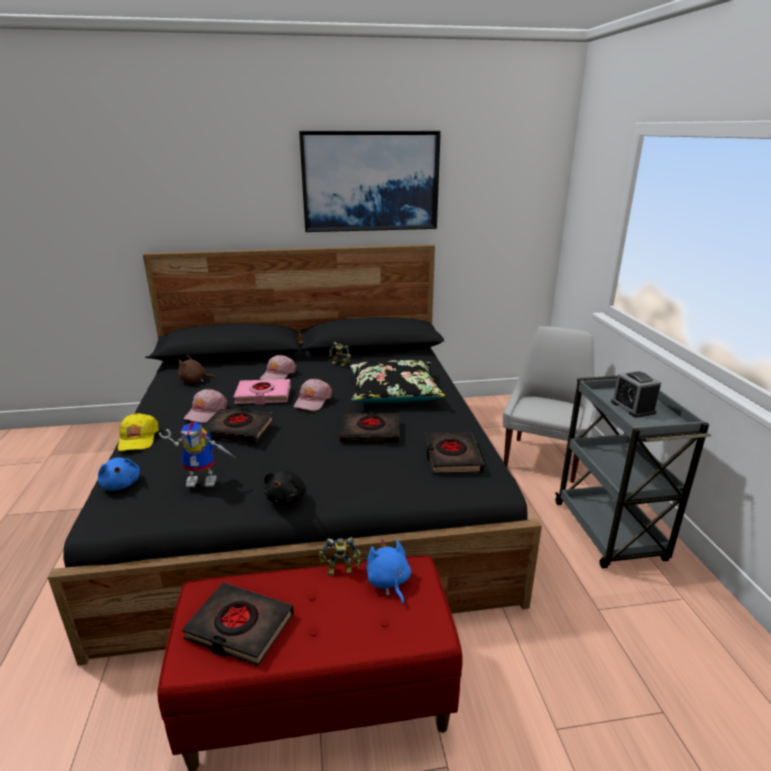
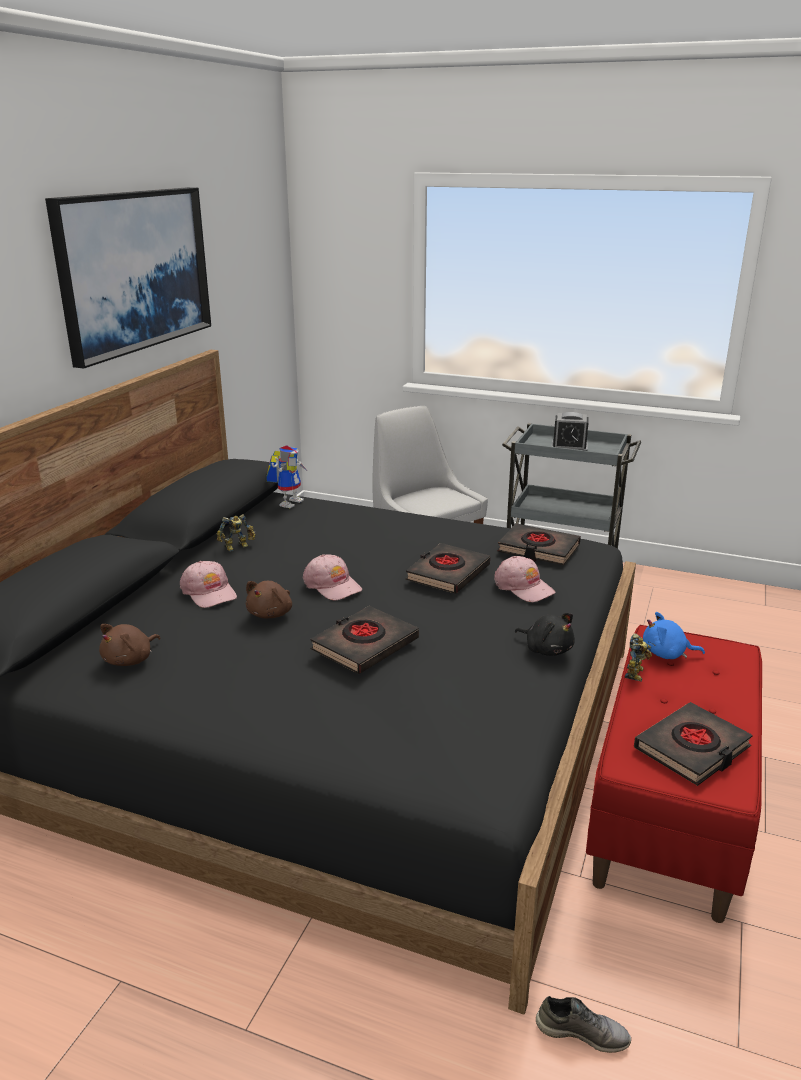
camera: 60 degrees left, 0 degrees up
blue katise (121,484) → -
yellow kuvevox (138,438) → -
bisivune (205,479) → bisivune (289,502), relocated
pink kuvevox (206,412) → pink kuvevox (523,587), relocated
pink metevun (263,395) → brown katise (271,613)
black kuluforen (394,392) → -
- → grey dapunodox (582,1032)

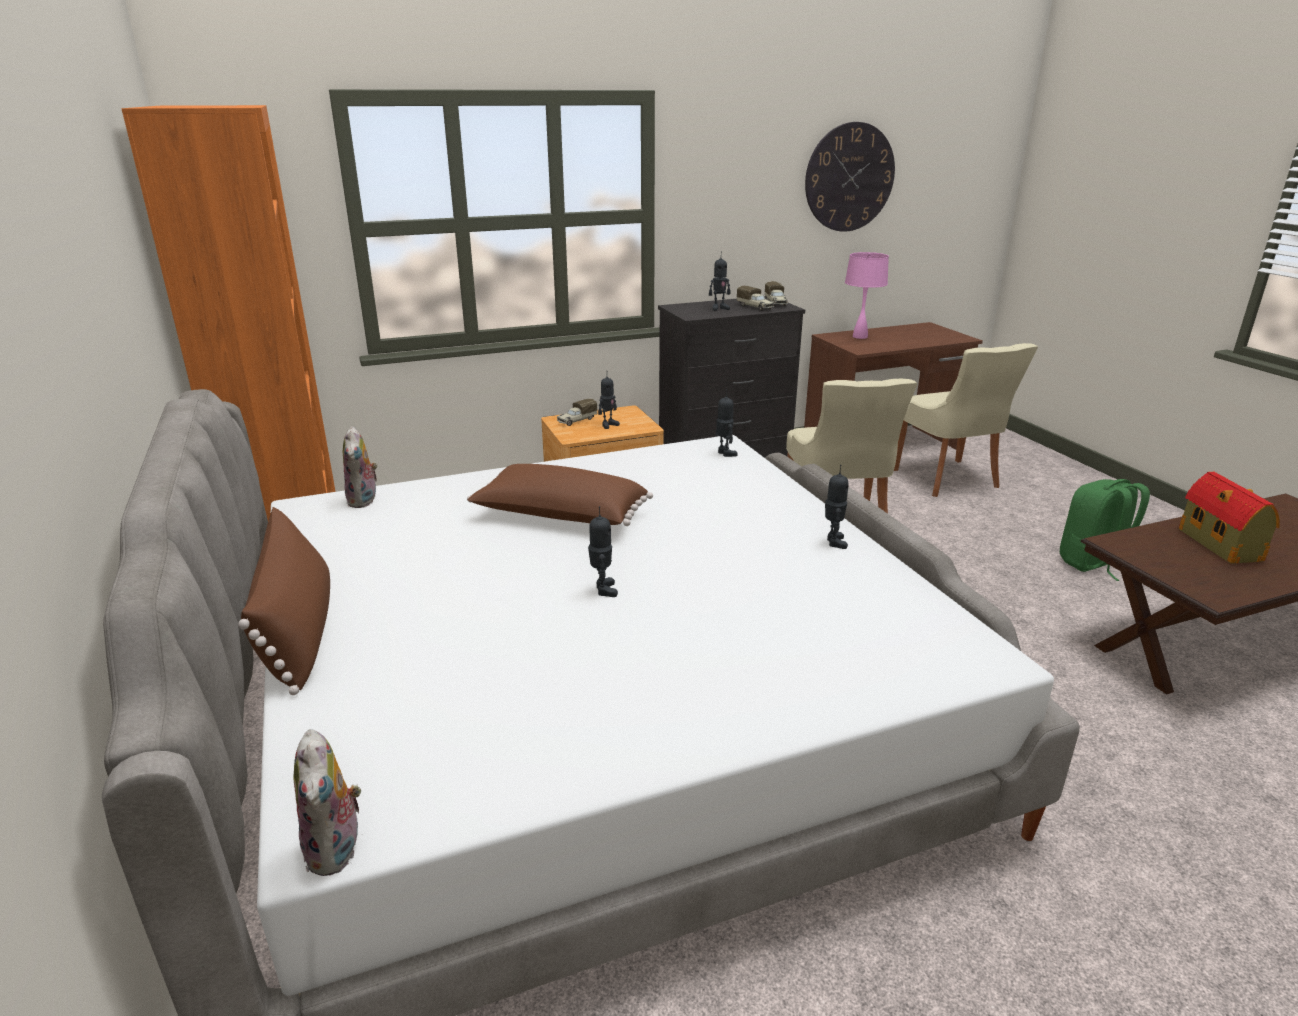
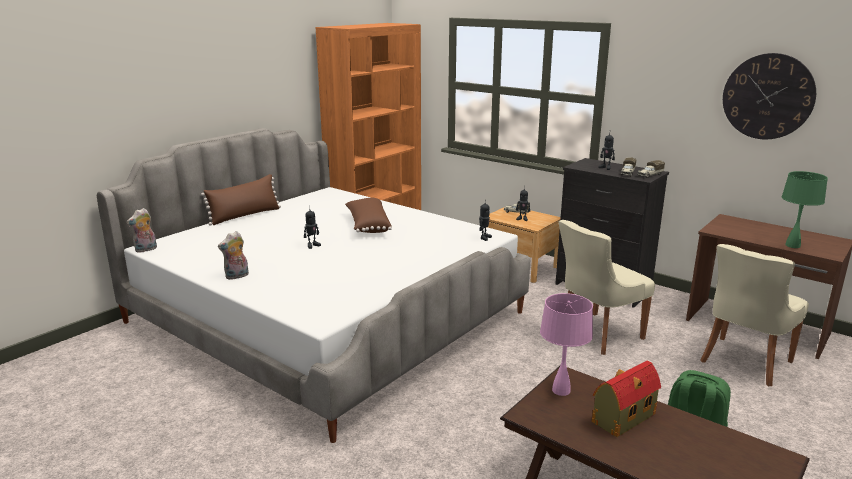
camera: 60 degrees right, 5 degrees down
katise (364,500) → katise (237,276), relocated
bisivune (833,542) → -
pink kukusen (860,336) → pink kukusen (561,390), relocated
- → green kukusen (792,245)

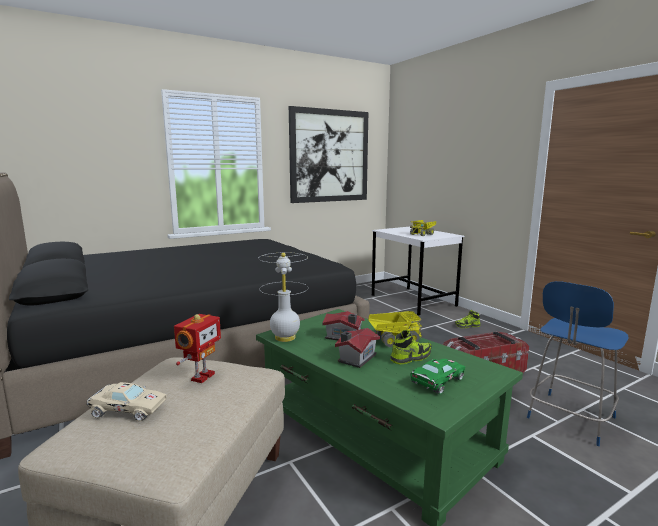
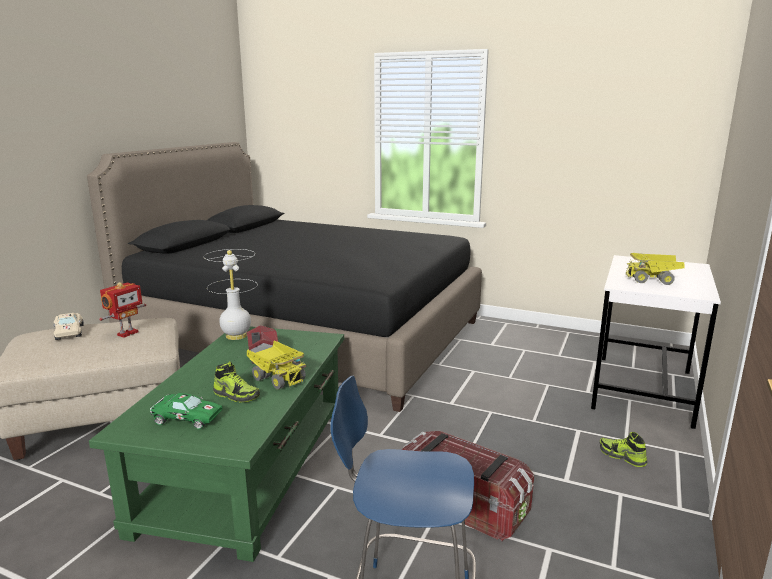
camera: 55 degrees right, 5 degrees up
bisivune (201,377) → bisivune (127,333), 45 degrees counterclockwise
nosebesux (329,156) → -
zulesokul (356,358) → -

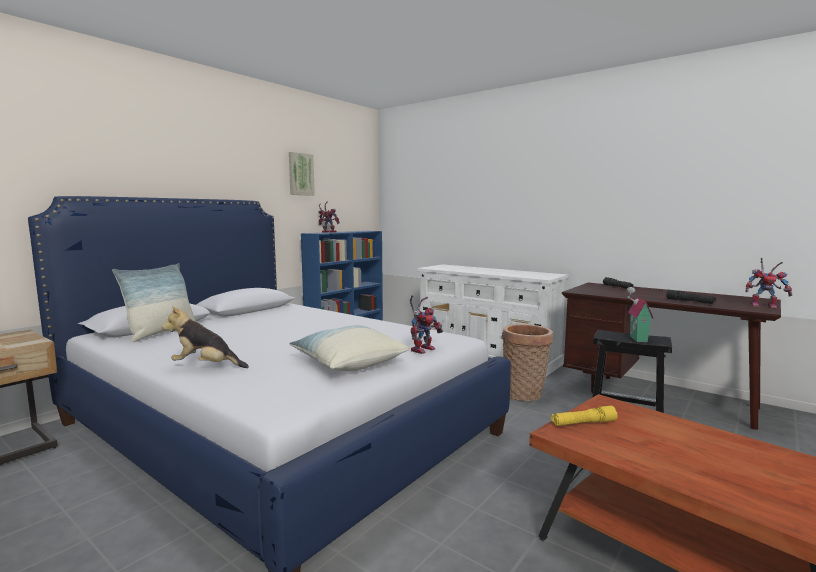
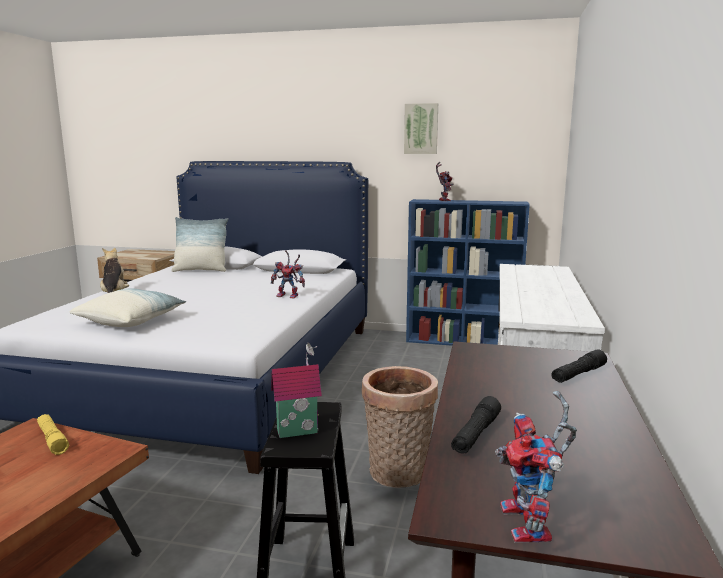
camera: 65 degrees right, 5 degrees up
bisivune (422,349) → bisivune (290,296), relocated

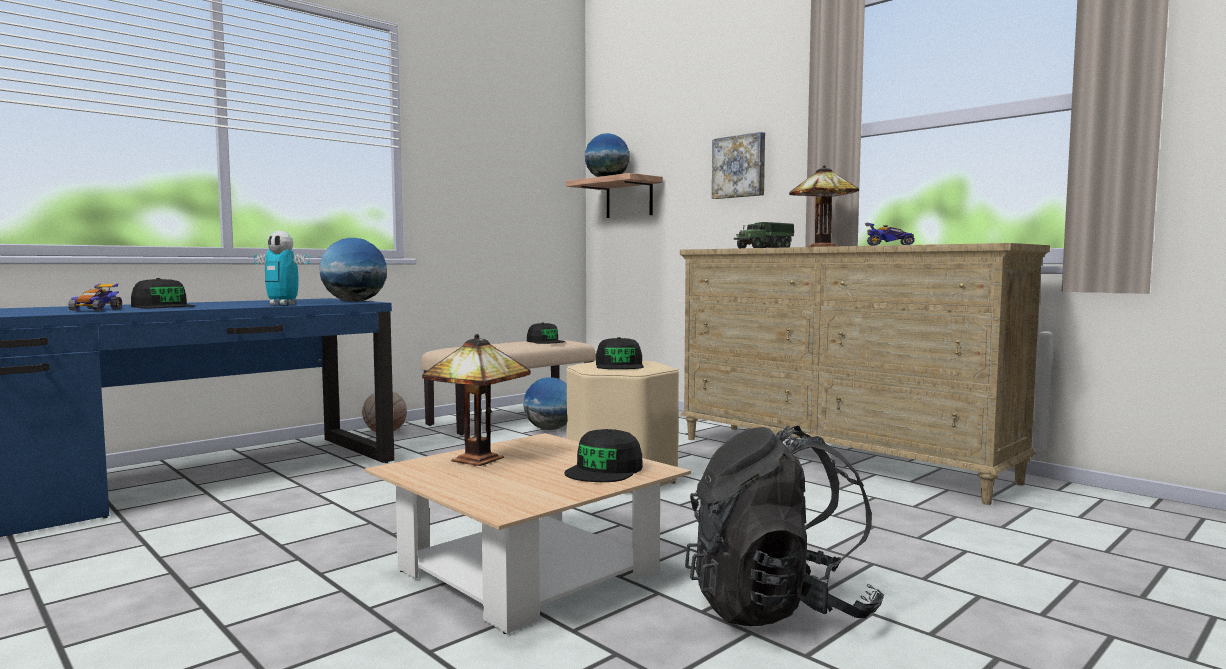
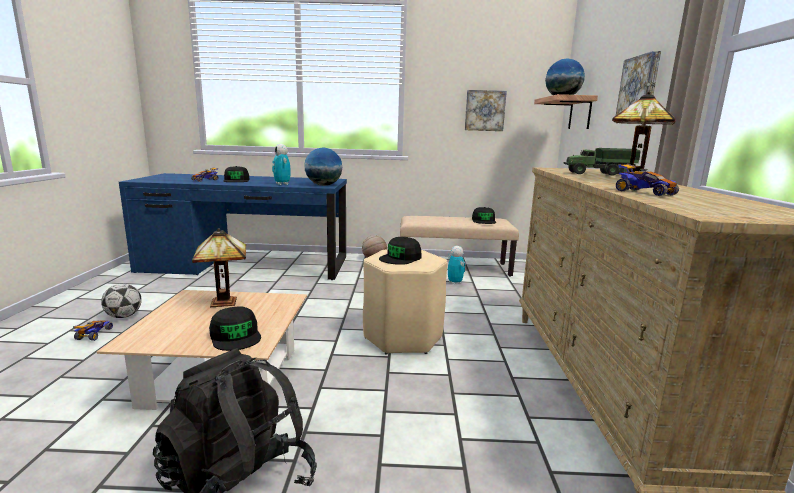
camera: 45 degrees right, 10 degrees up
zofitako (550,429) → bisivune (455,283)
black kuvevox (605,470) → black kuvevox (236,336), 105 degrees counterclockwise
- → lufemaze (94,335)
- → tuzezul (124,316)
- → nosebesux (484,110)

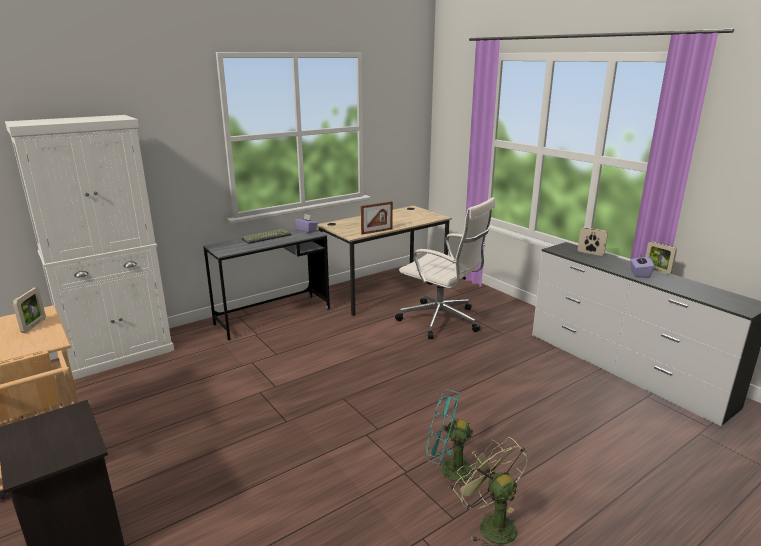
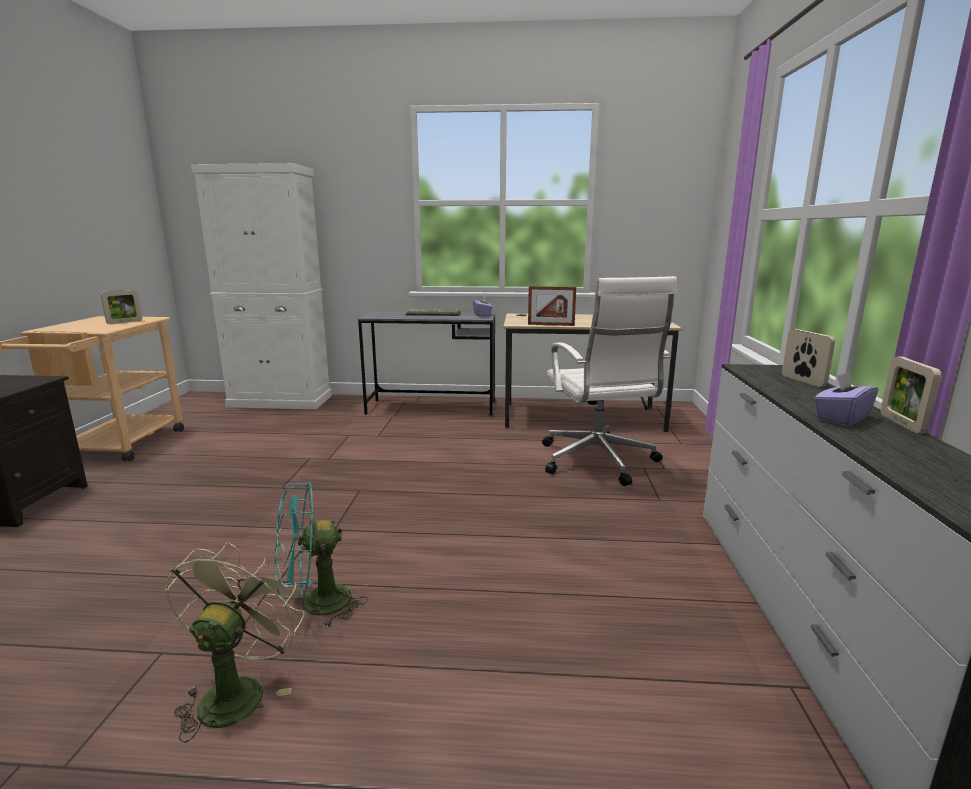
camera: 40 degrees right, 5 degrees down
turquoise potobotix (448,470) → turquoise potobotix (315,605), 75 degrees counterclockwise

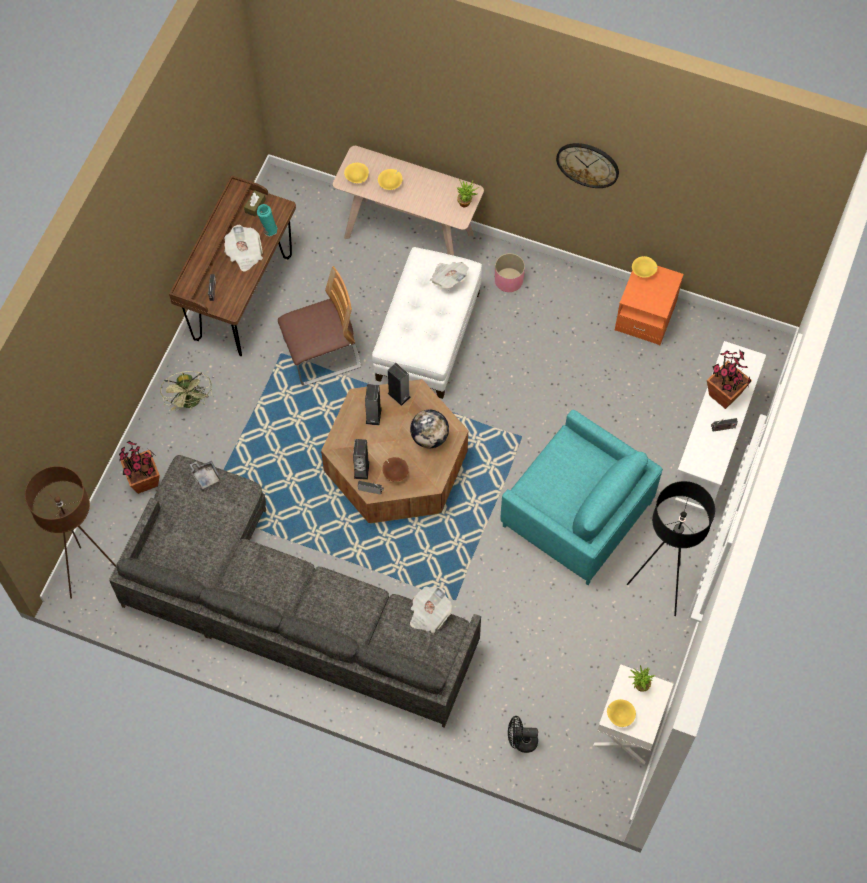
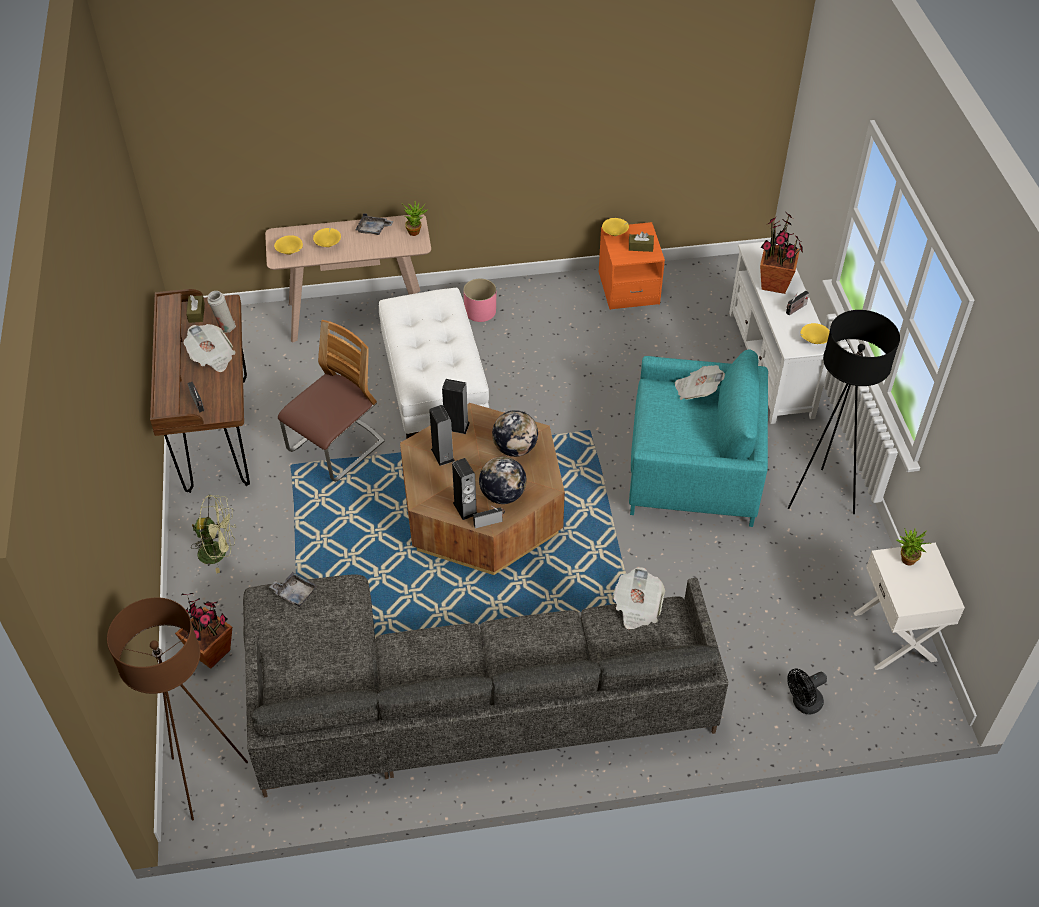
camera: 30 degrees left, 15 degrees down
green potobotix (191,403) → green potobotix (219,552), 45 degrees counterclockwise
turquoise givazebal (268,229) → white givazebal (225,327)
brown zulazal (395,472) → zofitako (502,495)
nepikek (448,279) → nepikek (697,391), relocated
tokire (588,164) → -
yellow zulazal (619,715) → yellow zulazal (813,341), relocated
- → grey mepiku (373,229)
- → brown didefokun (640,247)

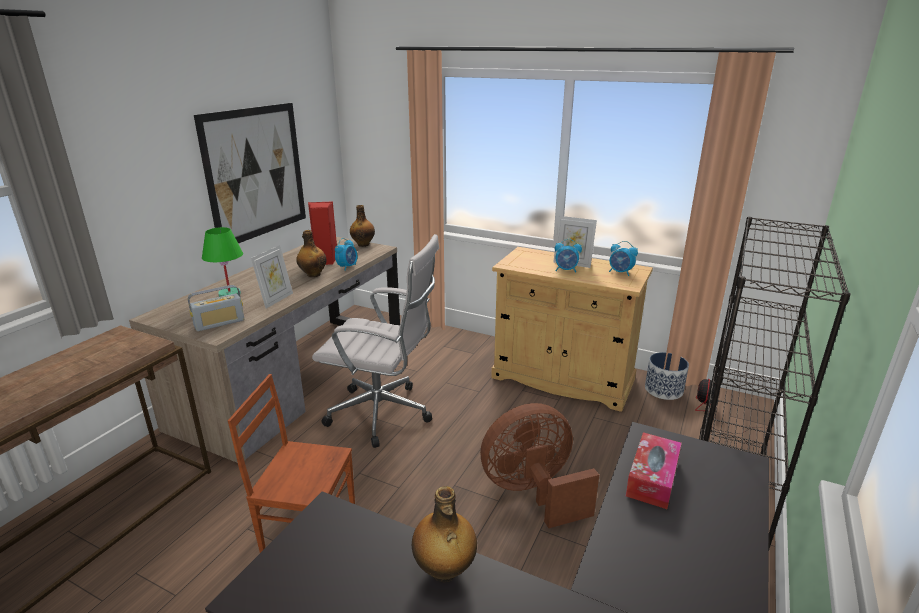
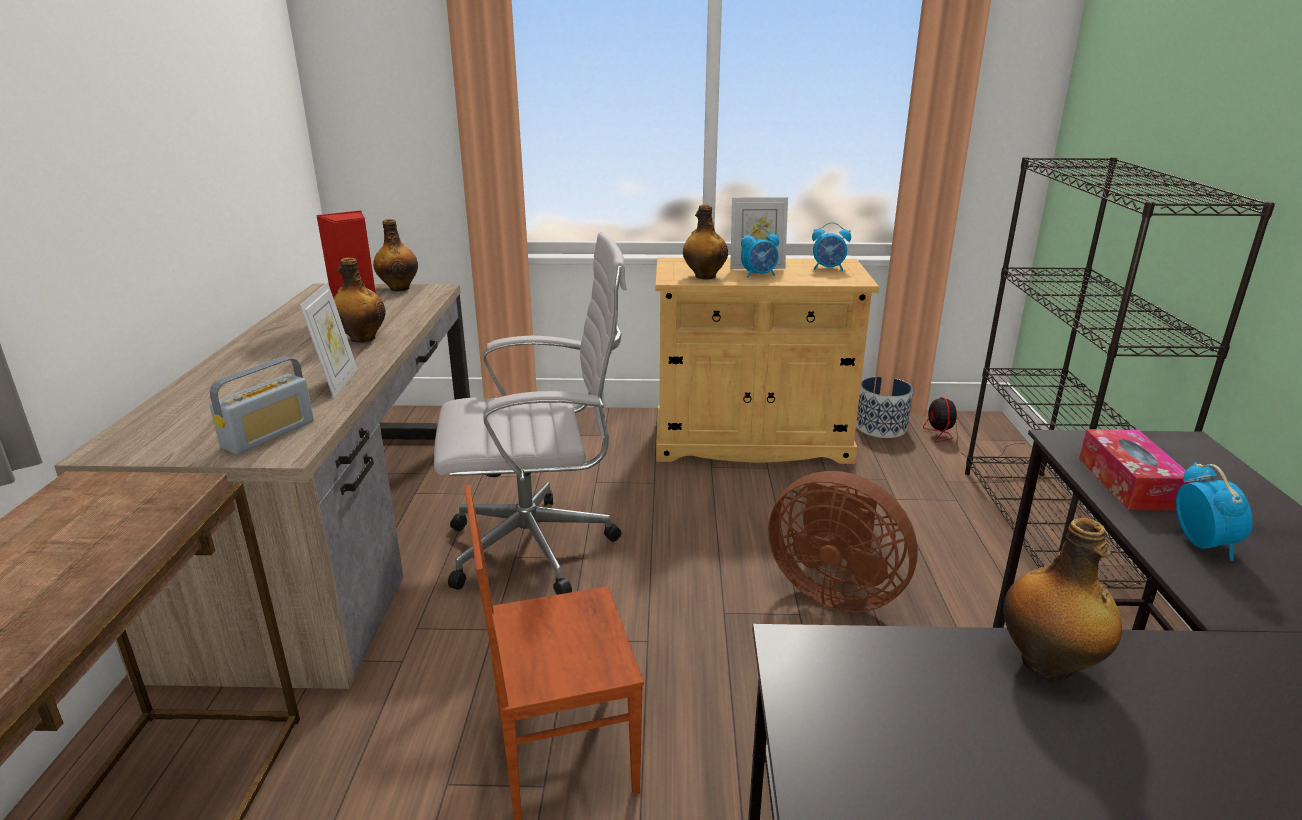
camera: 25 degrees left, 0 degrees up
nosebesux (256,173) → -
green kukusen (229,294) → -
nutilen (347,267) → nutilen (1202,544), relocated
brown potobotix (533,493) → brown potobotix (834,590), 105 degrees counterclockwise
- → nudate (704,276)

